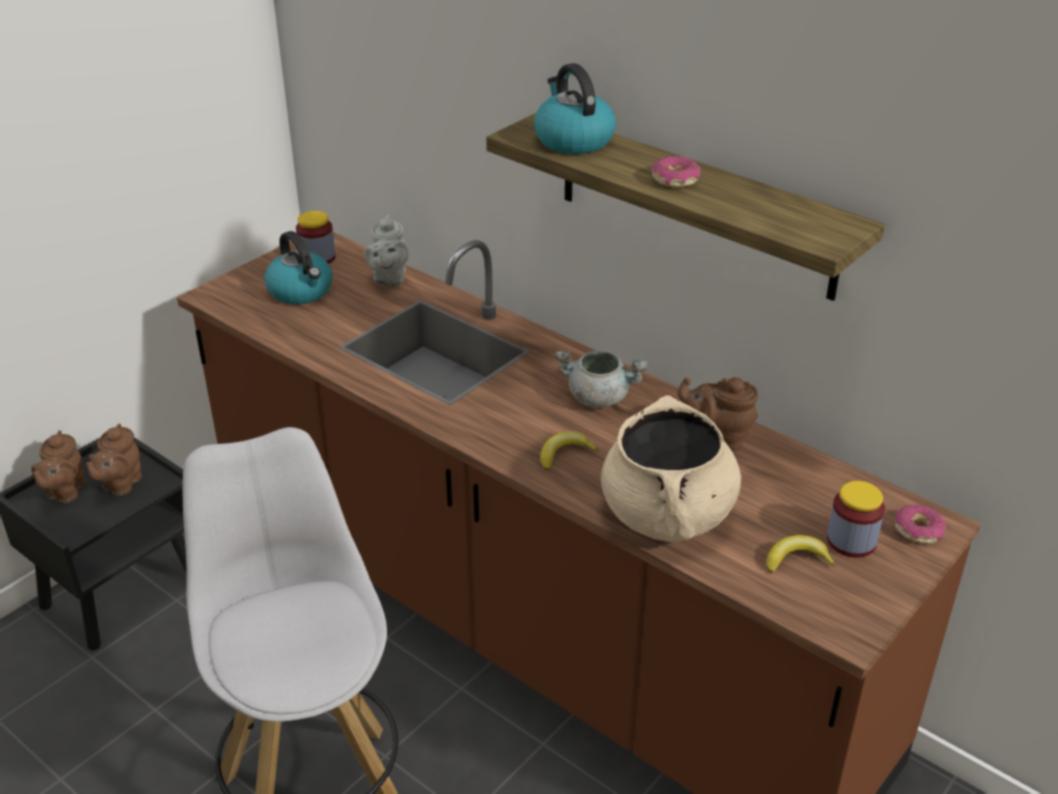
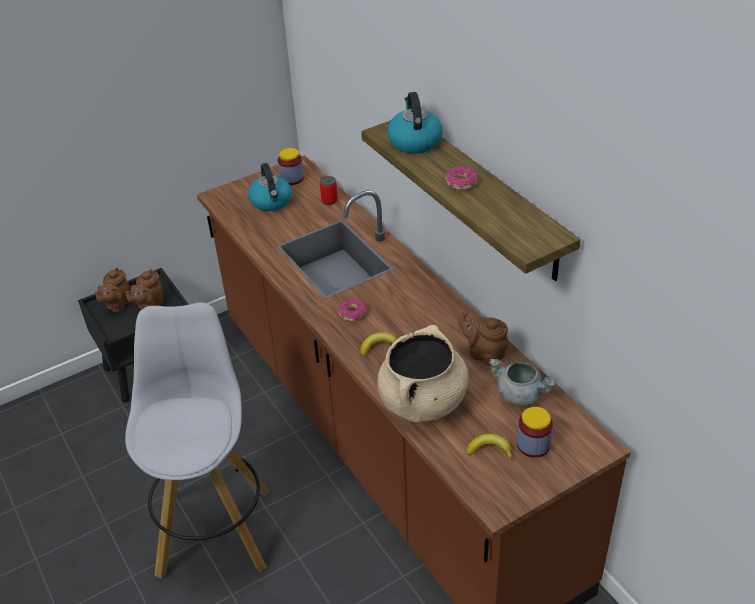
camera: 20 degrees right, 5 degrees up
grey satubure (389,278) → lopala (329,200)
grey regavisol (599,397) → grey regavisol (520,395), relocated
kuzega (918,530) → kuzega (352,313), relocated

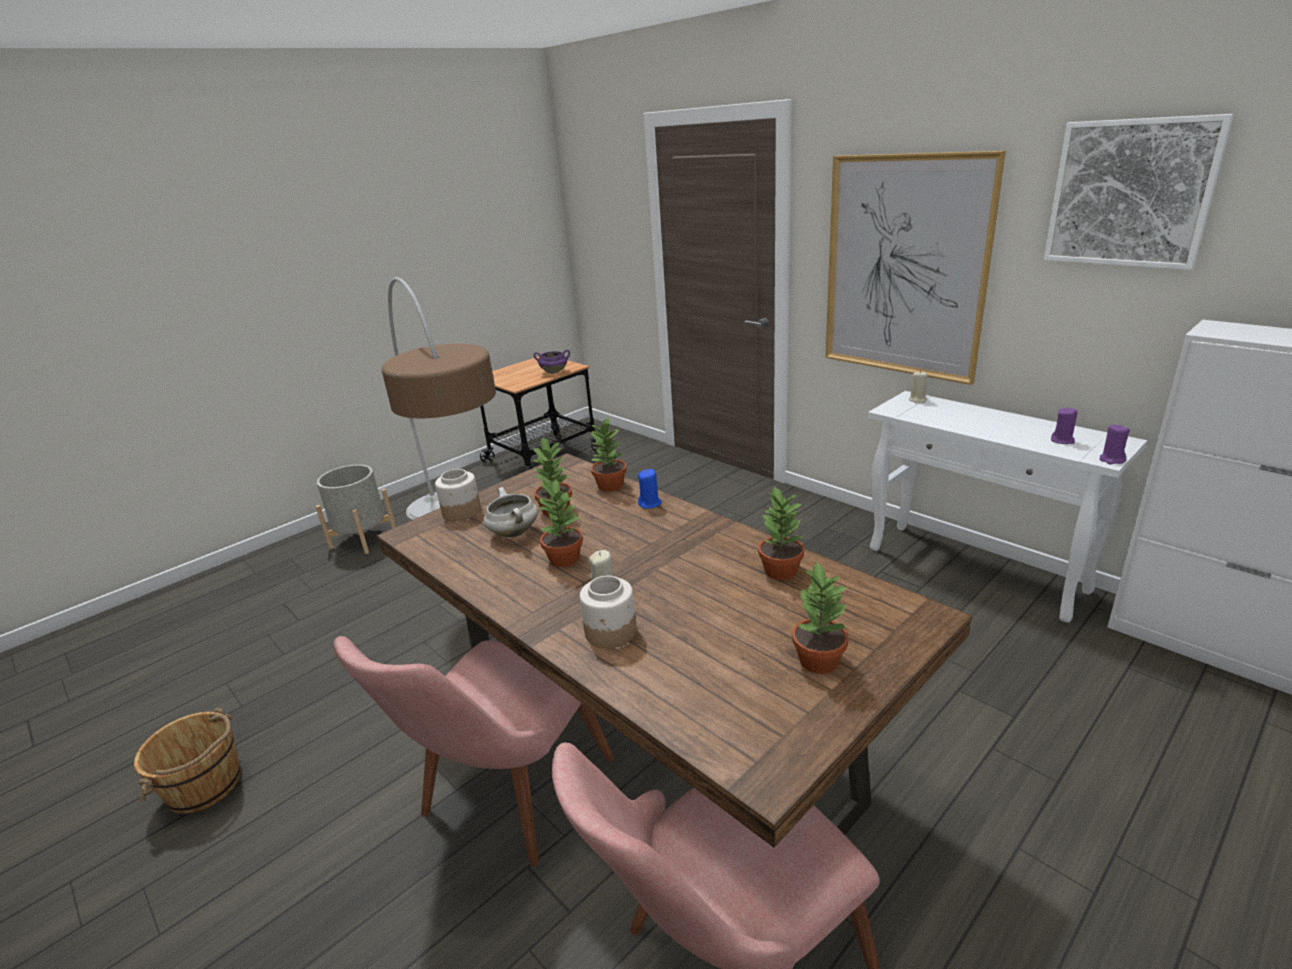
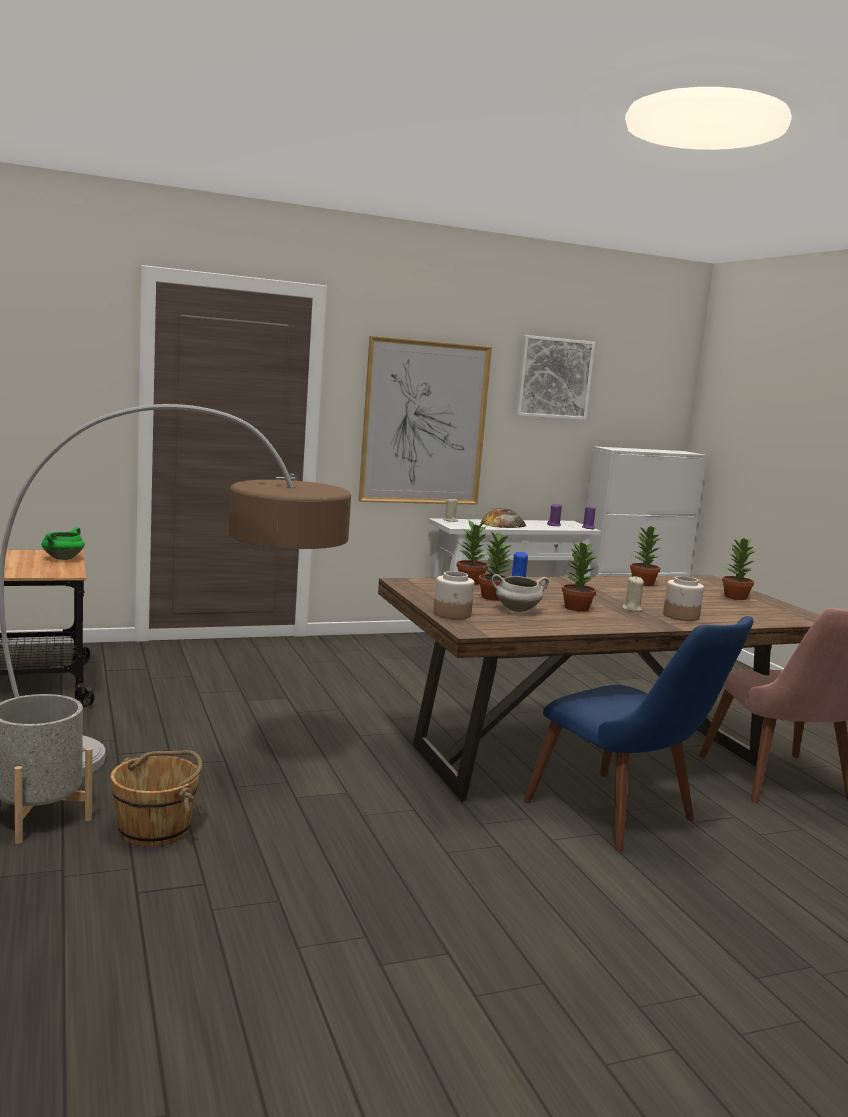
camera: 70 degrees left, 15 degrees down
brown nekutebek (206,786) → brown nekutebek (156,828), relocated
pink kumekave (504,803) → blue kumekave (627,818)
purple regavisol (554,372) → green regavisol (63,558)
- → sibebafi (503,523)

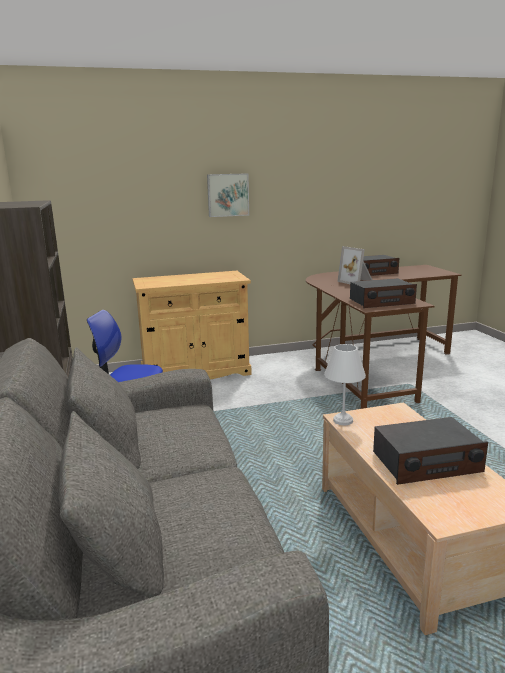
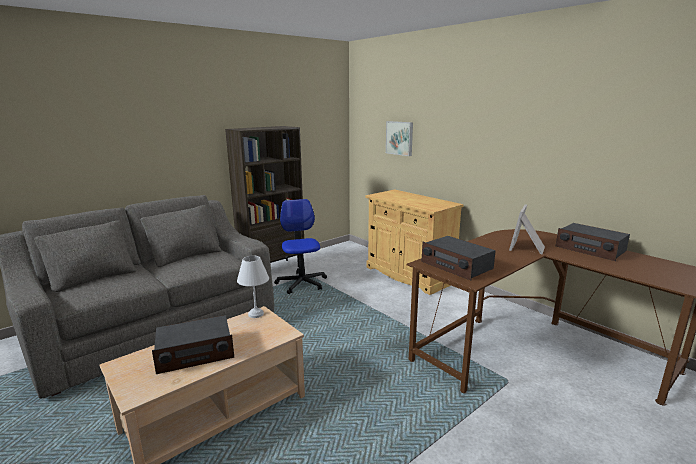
camera: 65 degrees right, 0 degrees up
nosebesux (227,195) → nosebesux (400,138), relocated
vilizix (426,462) → vilizix (195,353), 75 degrees counterclockwise

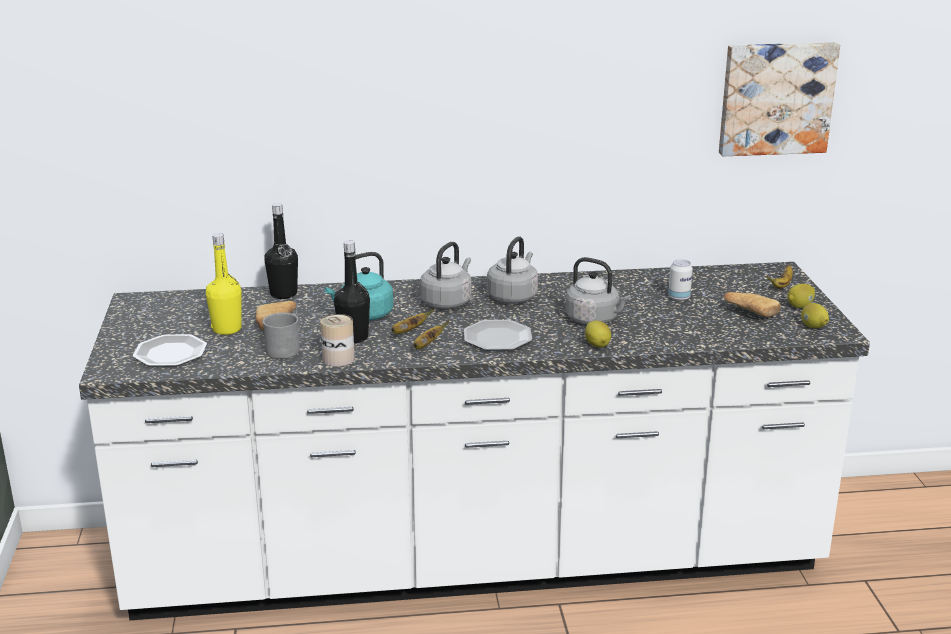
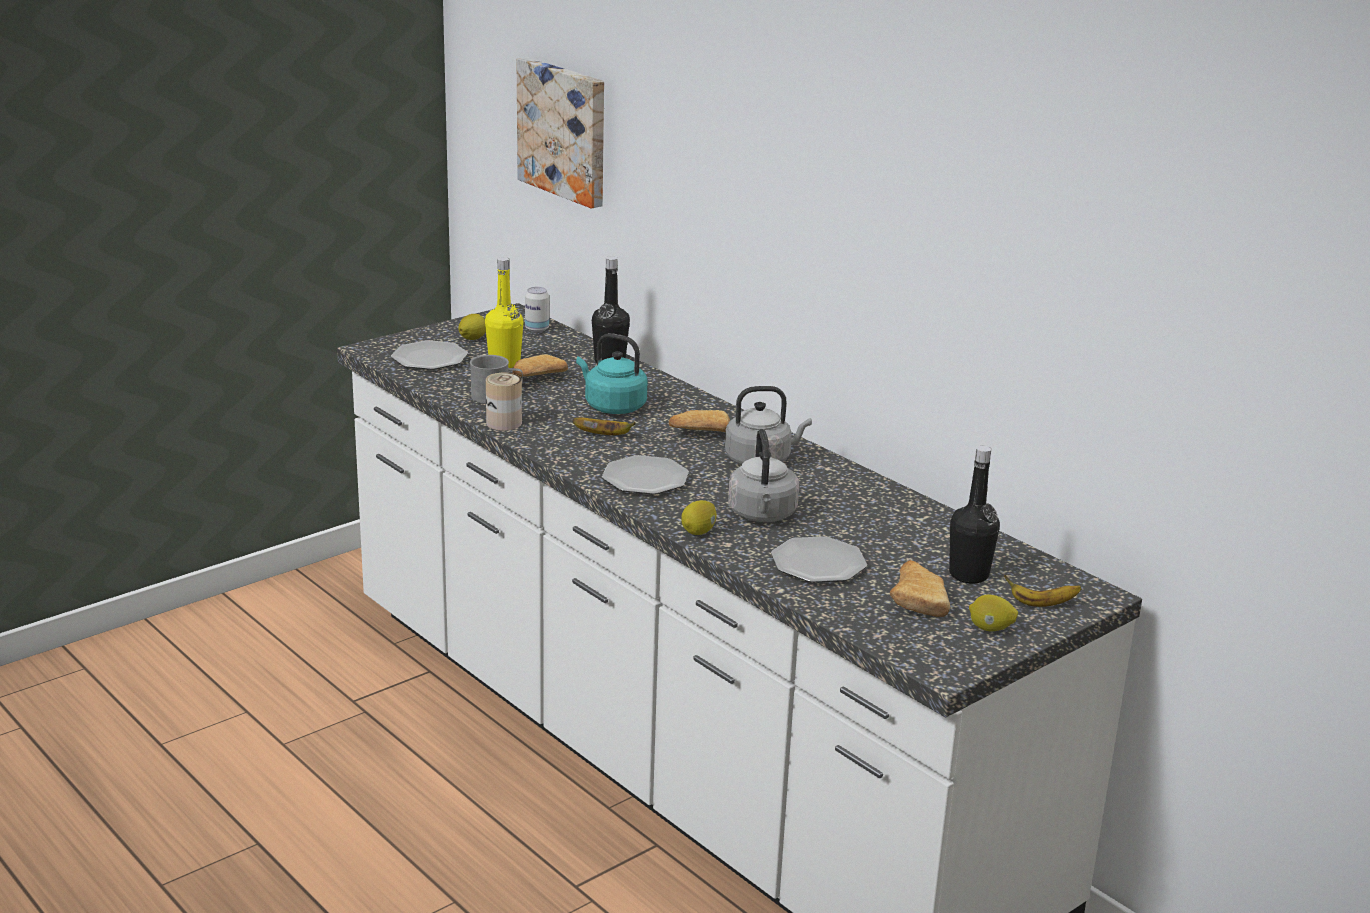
camera: 55 degrees right, 0 degrees up
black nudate (353,337) → black nudate (968,575), relocated
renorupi (427,345) → -
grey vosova (447,302) → sibebafi (699,433)
lopala (679,298) → lopala (537,329), relocated
nosebesux (775,98) → nosebesux (565,131), relocated
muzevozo (813,327) → muzevozo (472,339), relocated
- → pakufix (819,564)

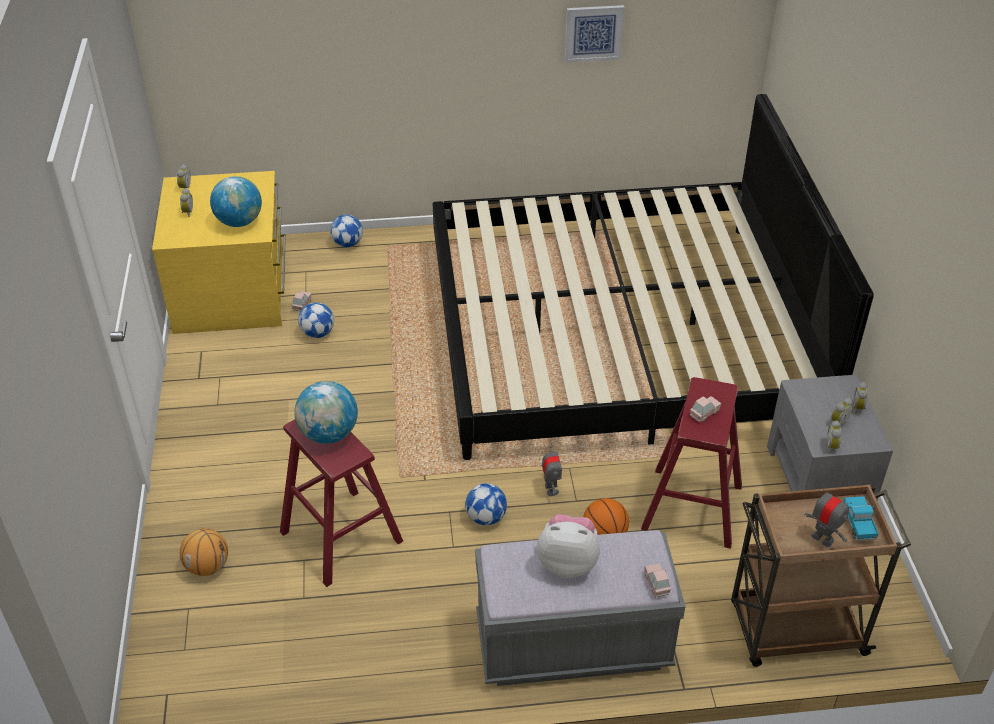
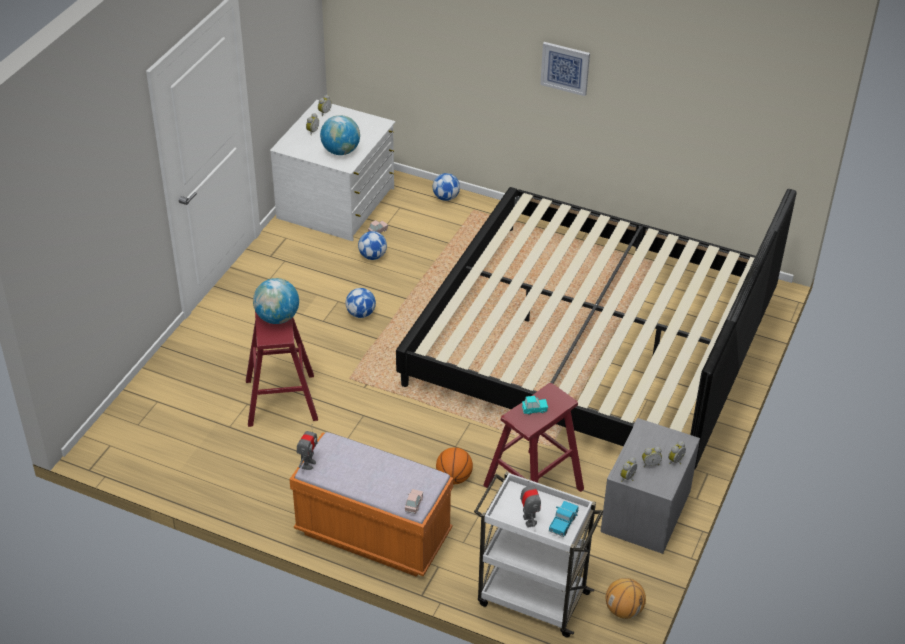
camera: 30 degrees right, 0 degrees up
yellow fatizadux (233,292) → white fatizadux (337,204)
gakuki (207,566) → gakuki (624,610), relocated
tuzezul (486,517) → tuzezul (361,314), relocated
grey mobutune (573,644) → orange mobutune (373,534)
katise (568,562) → -
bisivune (551,489) → bisivune (308,464), relocated
nosebesux (593,33) → nosebesux (565,68), relocated
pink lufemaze (704,413) → turquoise lufemaze (534,410)
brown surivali (795,630) → white surivali (531,598)

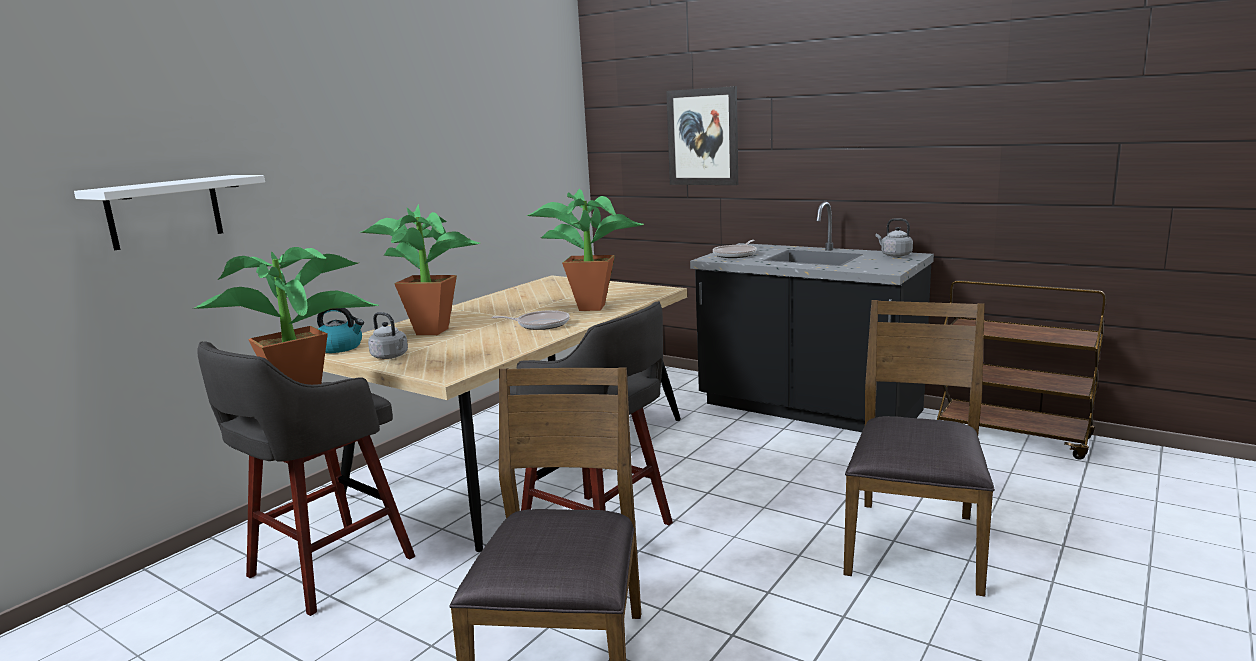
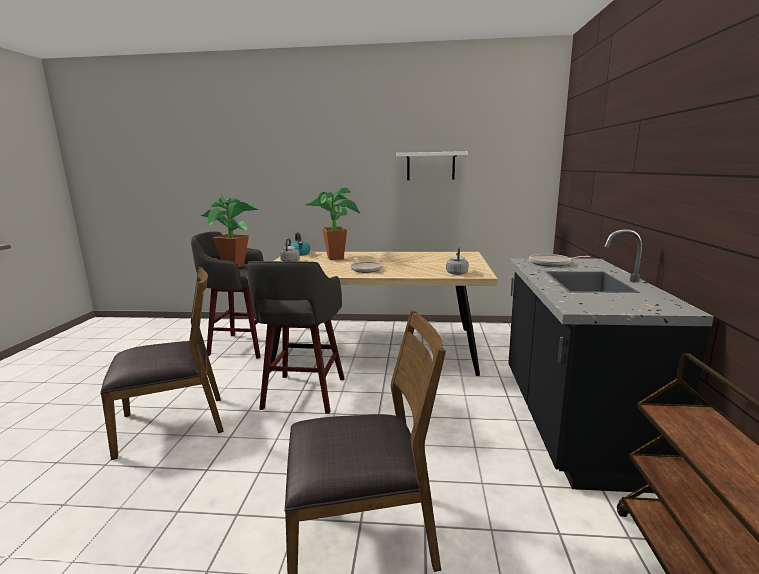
camera: 60 degrees right, 0 degrees up
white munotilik (164,212) → white munotilik (430,166), relocated
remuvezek (586,307) → -
nosebesux (703,137) → -
grey vosova (894,255) → grey vosova (457,273), relocated

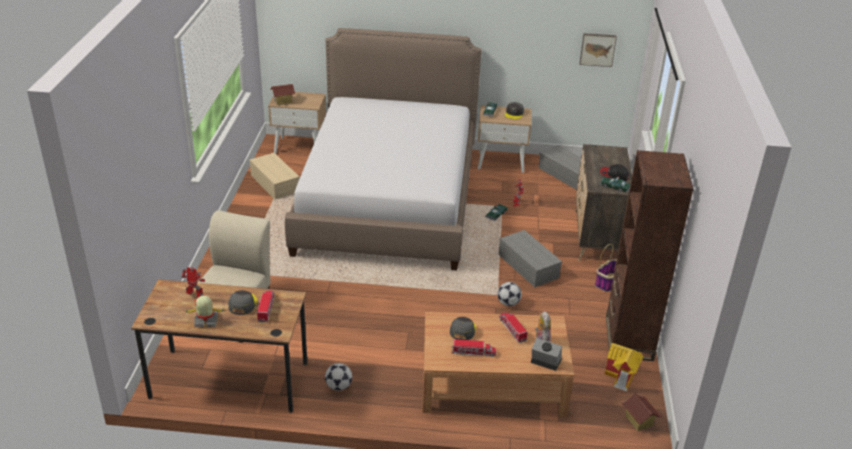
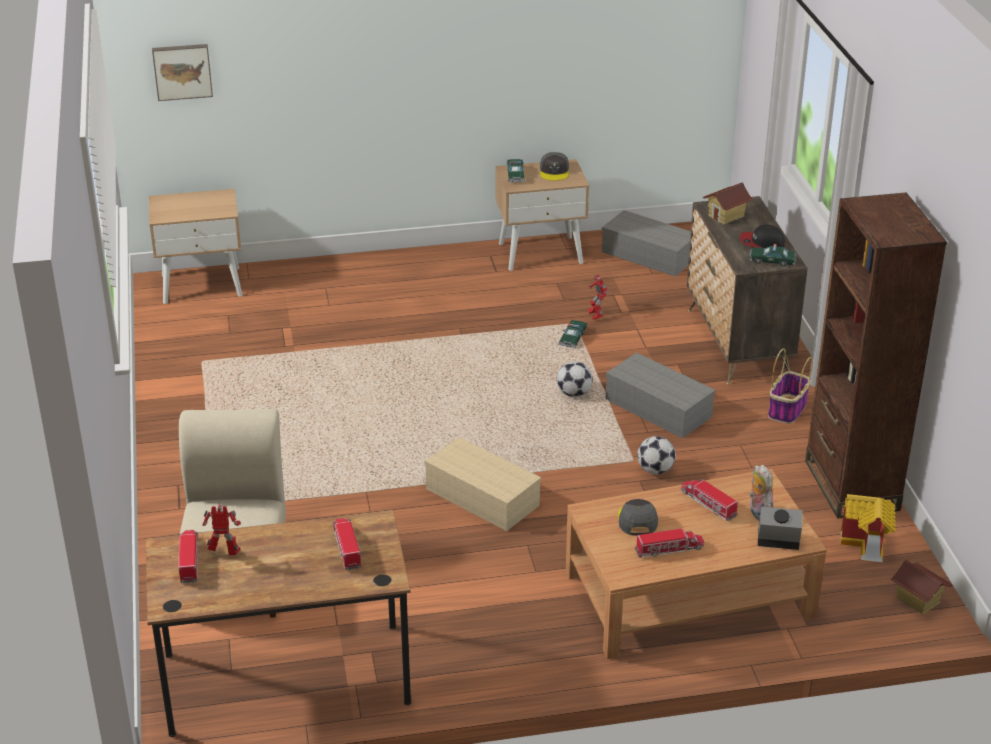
camera: 15 degrees left, 0 degrees up
bisivune (206,321) → -
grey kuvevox (242,304) → -
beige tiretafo (274,183) → beige tiretafo (480,497), relocated
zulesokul (283,101) → zulesokul (726,216), relocated
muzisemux (388,200) → -
tuzezul (339,386) → tuzezul (574,393), relocated
nosebesux (597,49) → nosebesux (182,71), relocated
- → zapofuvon (189,560)

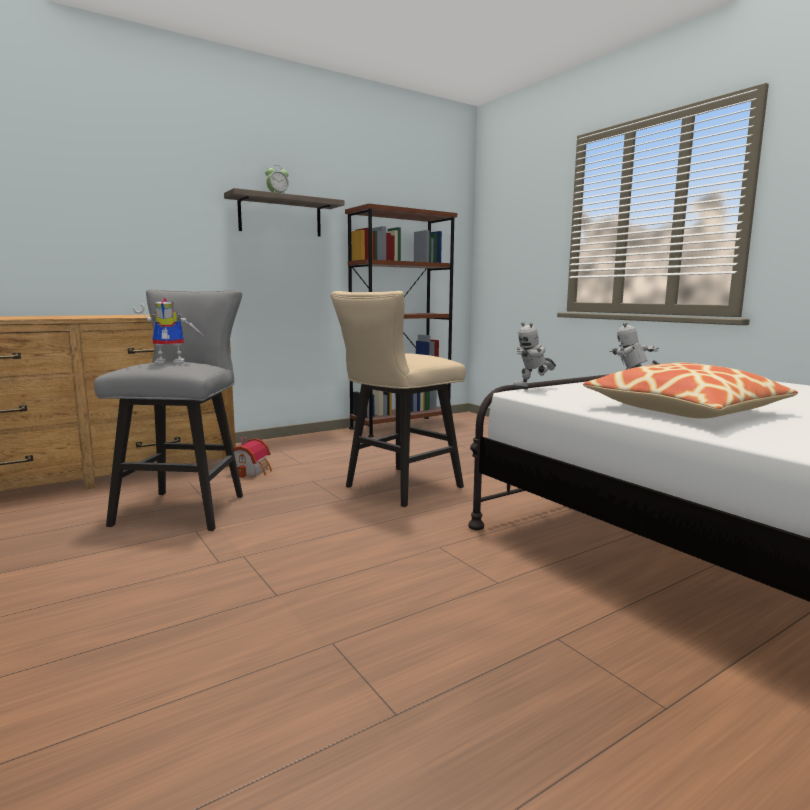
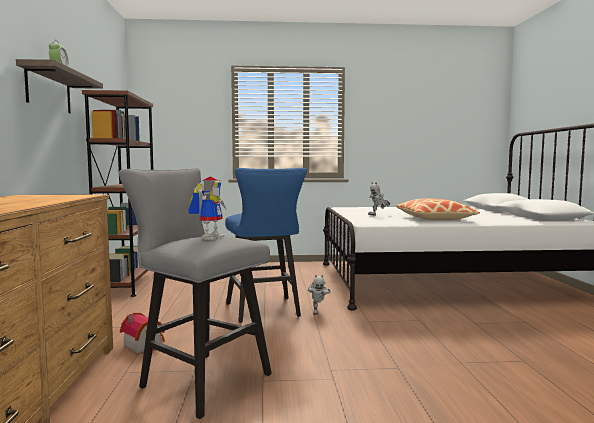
camera: 60 degrees left, 5 degrees down
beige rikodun (397,488) → blue rikodun (264,311)
bisivune (533,389) → bisivune (318,312), relocated

